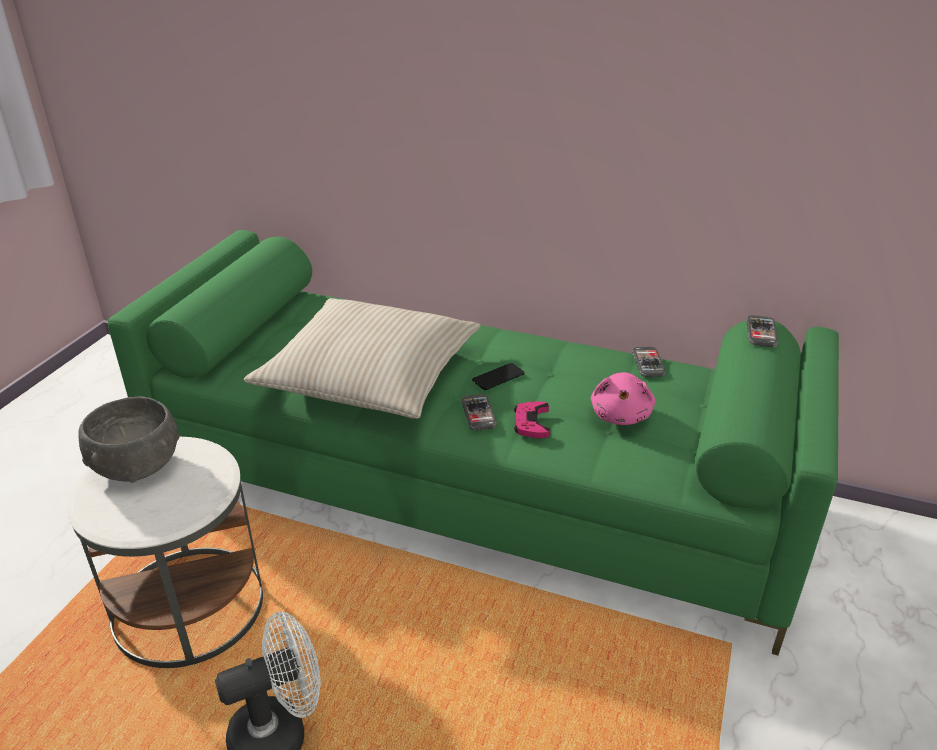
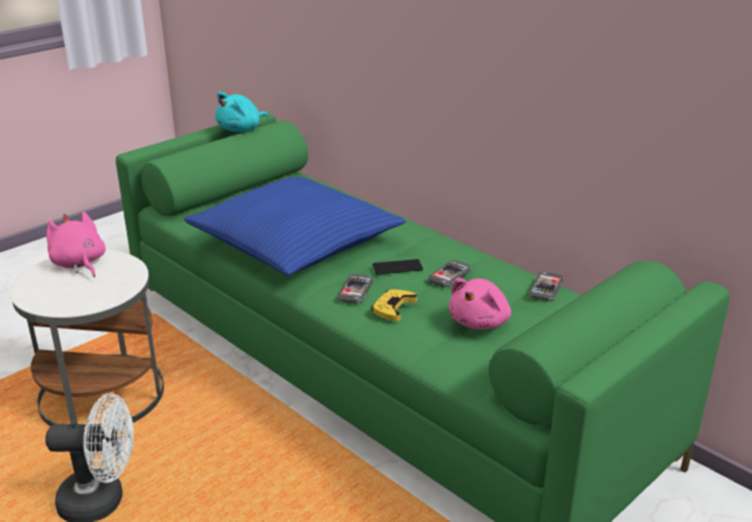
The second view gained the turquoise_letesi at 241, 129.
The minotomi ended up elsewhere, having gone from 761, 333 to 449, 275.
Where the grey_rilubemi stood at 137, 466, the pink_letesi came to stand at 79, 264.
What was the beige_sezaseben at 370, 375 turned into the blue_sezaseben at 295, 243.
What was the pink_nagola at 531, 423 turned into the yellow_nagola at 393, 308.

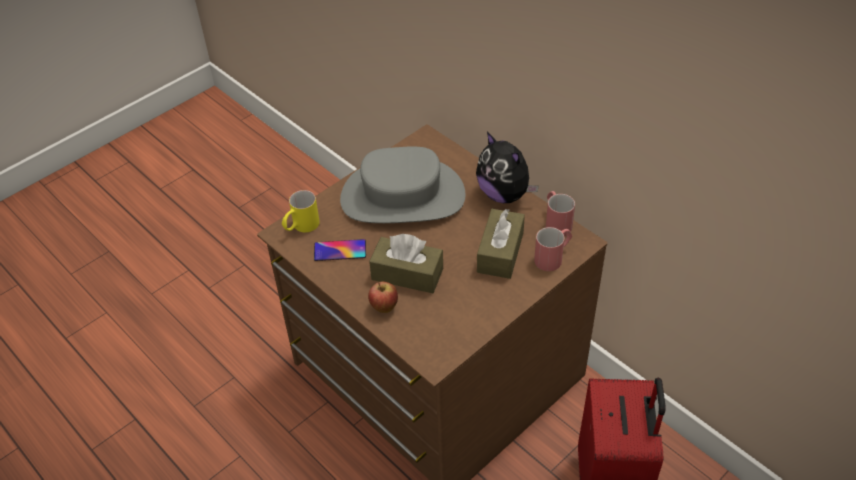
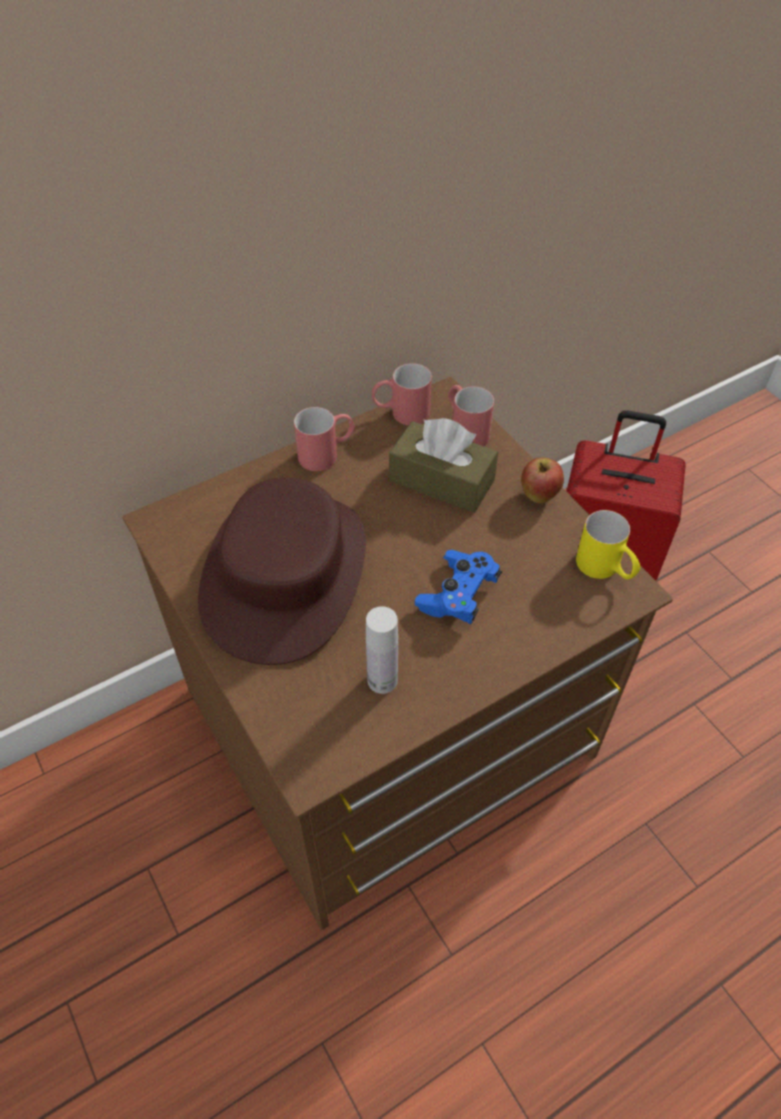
The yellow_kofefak ended up elsewhere, having gone from 301, 227 to 605, 569.
The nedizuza ended up elsewhere, having gone from 384, 307 to 539, 496.
Where the minotomi stood at 340, 250, the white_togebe came to stand at 382, 680.
Where the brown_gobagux stood at 407, 274, the blue_nagola came to stand at 458, 595.
Where the letesi stood at 504, 194, the red_kofefak came to stand at 327, 453.
What was the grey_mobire at 402, 197 turned into the brown_mobire at 286, 575.

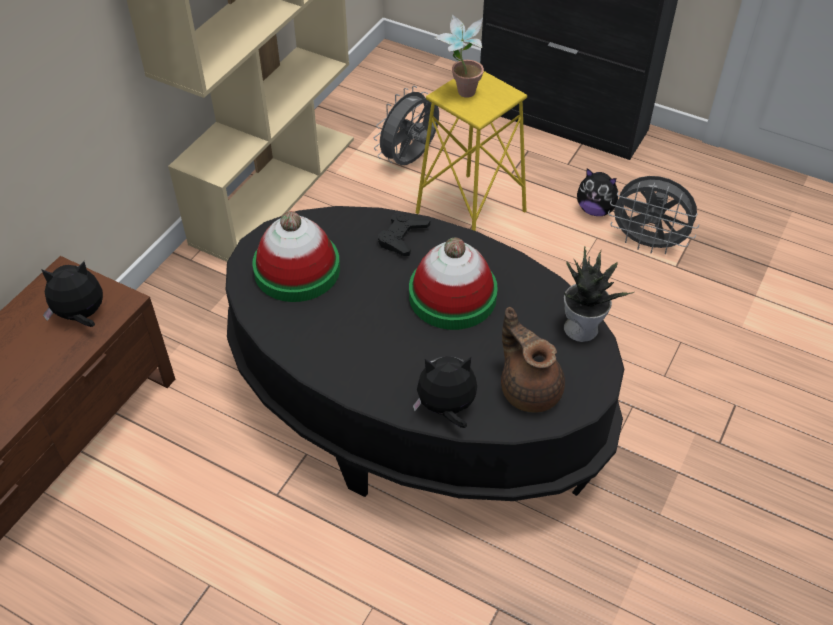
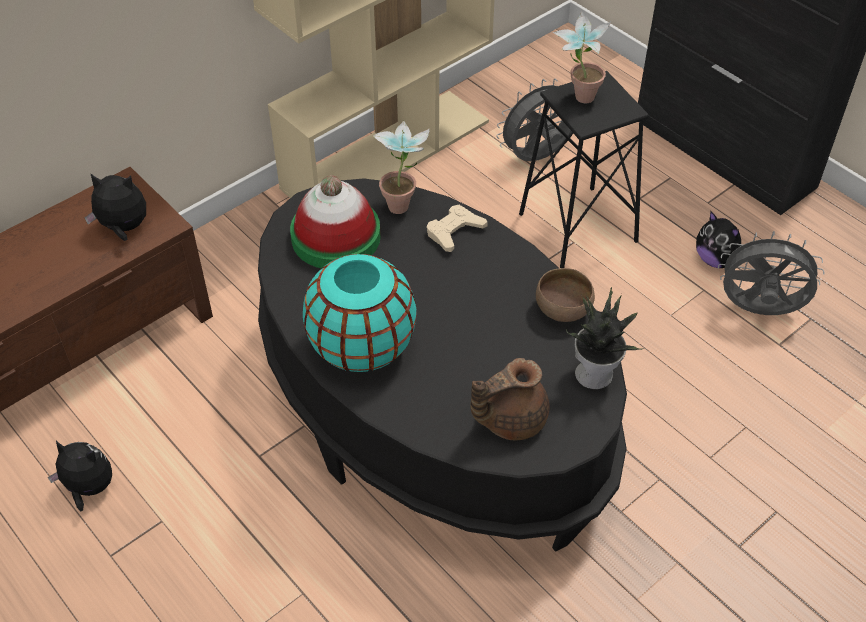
The second view lost the mobire at 452, 296.
The second view gained the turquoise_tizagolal at 361, 346.
The second view gained the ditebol at 403, 202.
The second view gained the brown_rilubemi at 564, 309.
The letesi ended up elsewhere, having gone from 446, 409 to 88, 488.
What was the black_nagola at 402, 237 turned into the beige_nagola at 454, 231.
What was the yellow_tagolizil at 471, 212 turned into the black_tagolizil at 578, 228.
The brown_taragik at 529, 388 ended up facing another way, 105 degrees counterclockwise from before.
The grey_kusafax at 647, 243 ended up facing another way, 150 degrees clockwise from before.

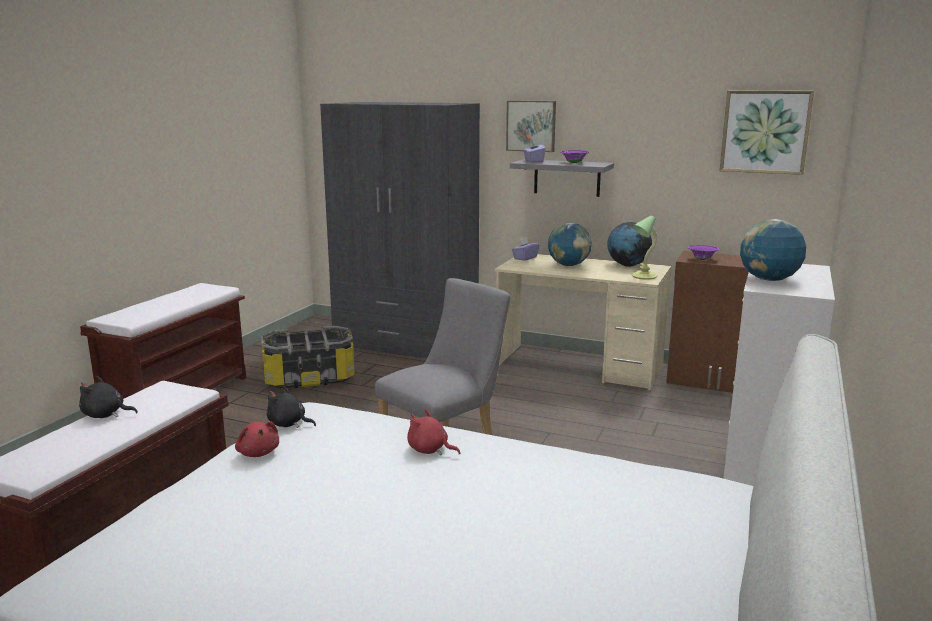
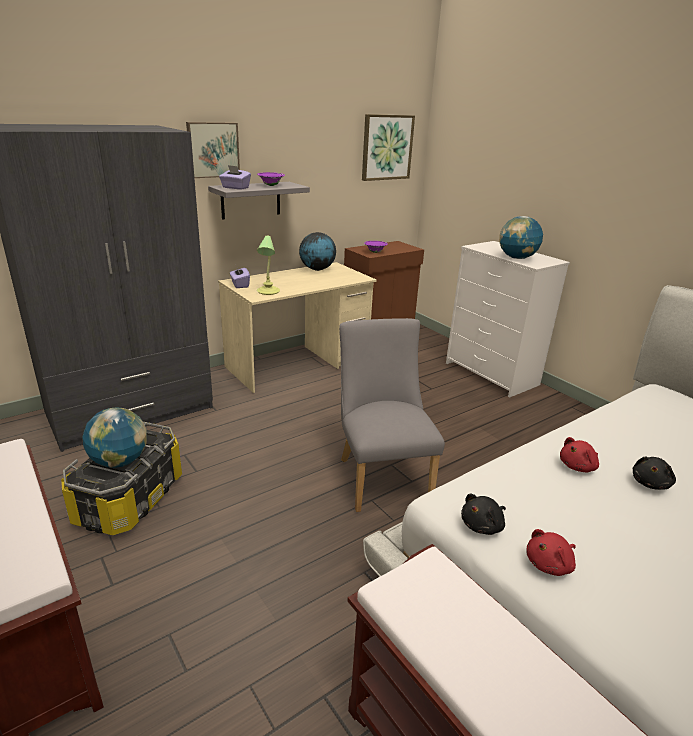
The black_letesi ended up elsewhere, having gone from 106, 415 to 650, 483.
The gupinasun ended up elsewhere, having gone from 568, 265 to 120, 461.
The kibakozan ended up elsewhere, having gone from 643, 276 to 268, 291.
The red_letesi at 258, 452 ended up facing another way, 150 degrees clockwise from before.

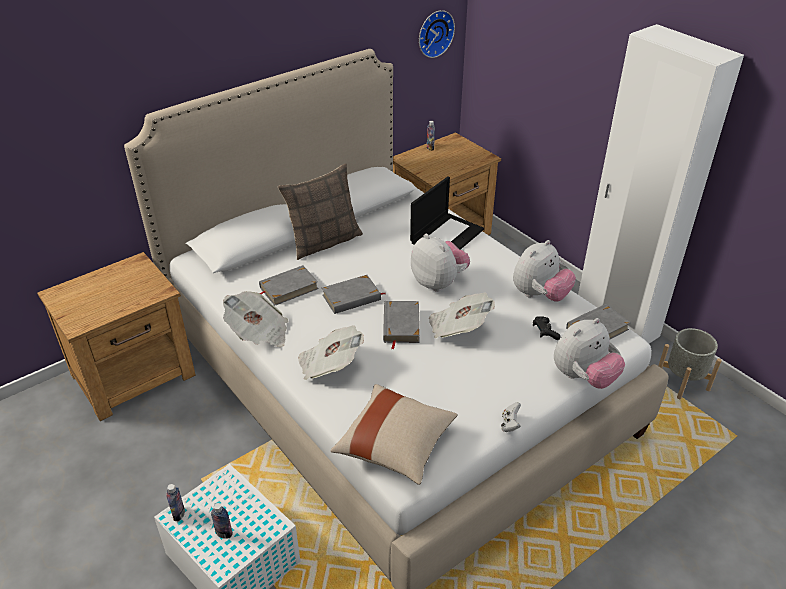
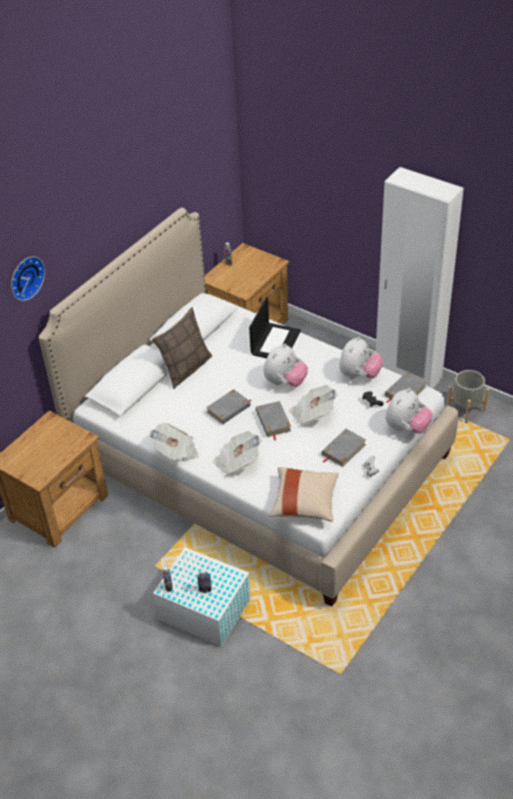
The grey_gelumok ended up elsewhere, having gone from 288, 288 to 343, 449.
The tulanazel ended up elsewhere, having gone from 434, 33 to 25, 277.
The letesi at 438, 282 ended up facing another way, 90 degrees clockwise from before.

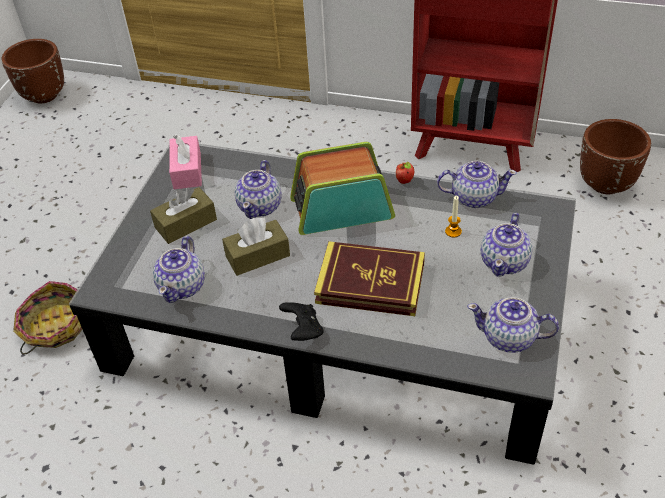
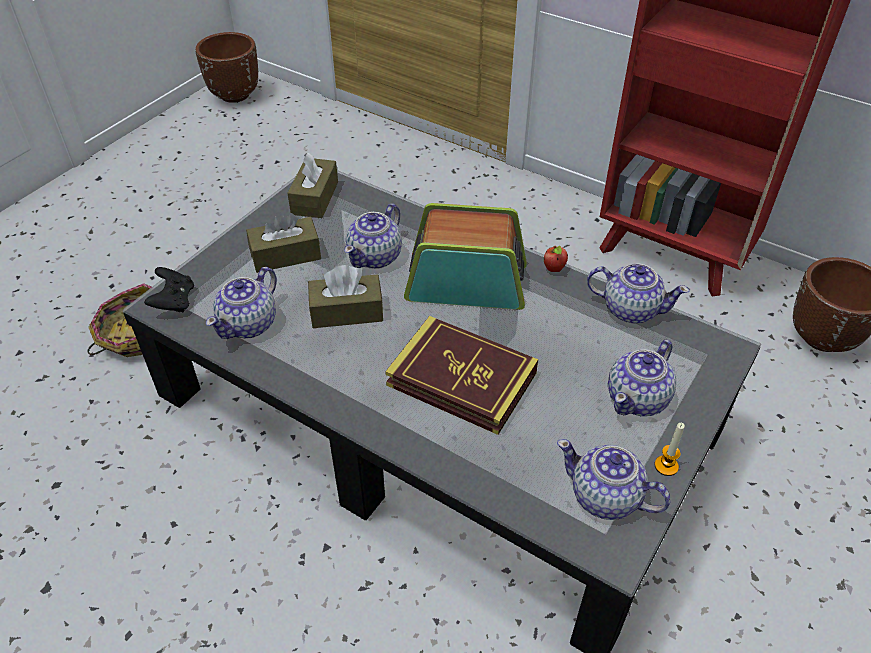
The black_nagola ended up elsewhere, having gone from 303, 330 to 174, 302.
The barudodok ended up elsewhere, having gone from 453, 231 to 666, 466.
What was the pink_gobagux at 187, 171 turned into the brown_gobagux at 315, 198.

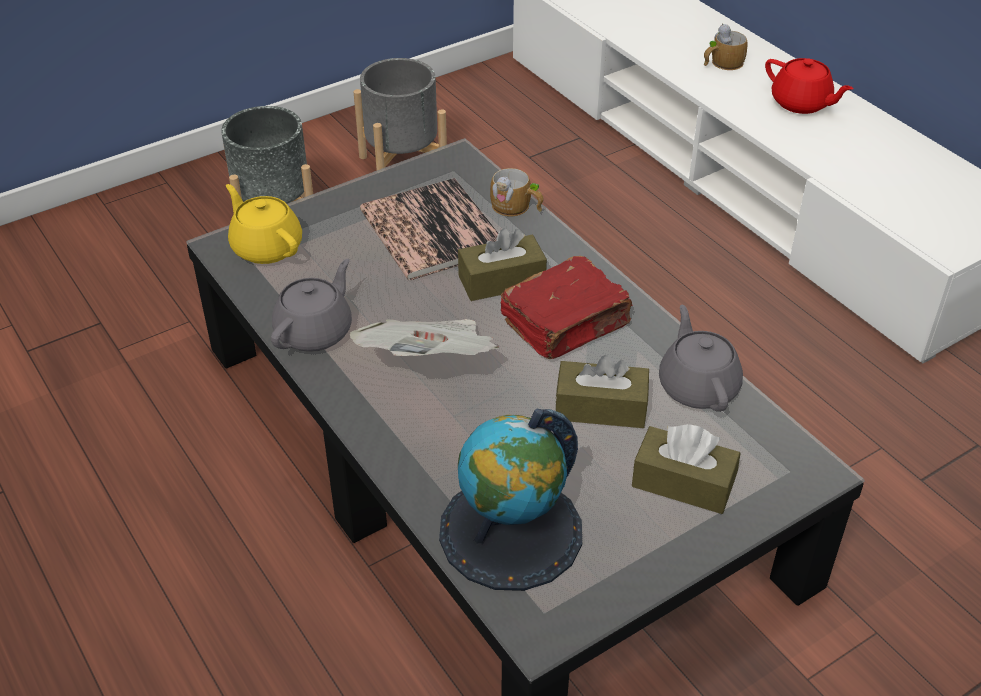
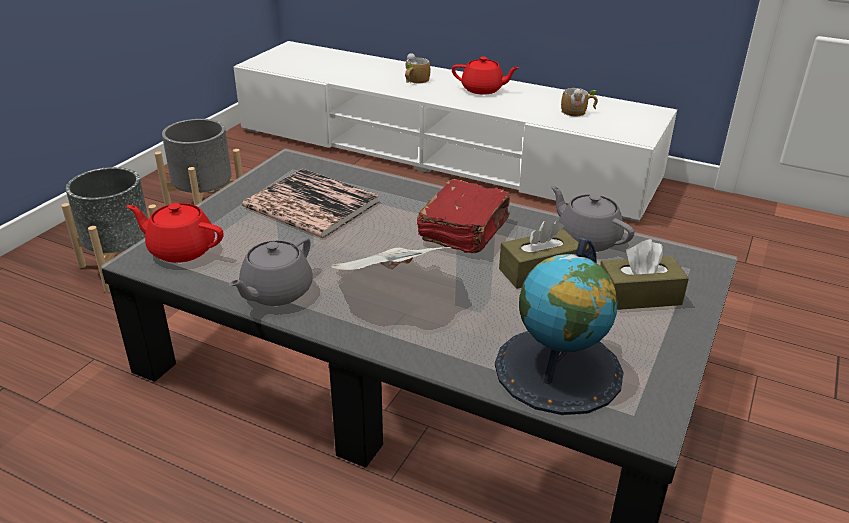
The second view lost the brown_gobagux at 501, 280.
The kofefak ended up elsewhere, having gone from 516, 208 to 578, 112.
What was the yellow_taragik at 266, 247 turned into the red_taragik at 181, 250.
The grey_taragik at 315, 332 ended up facing another way, 150 degrees counterclockwise from before.

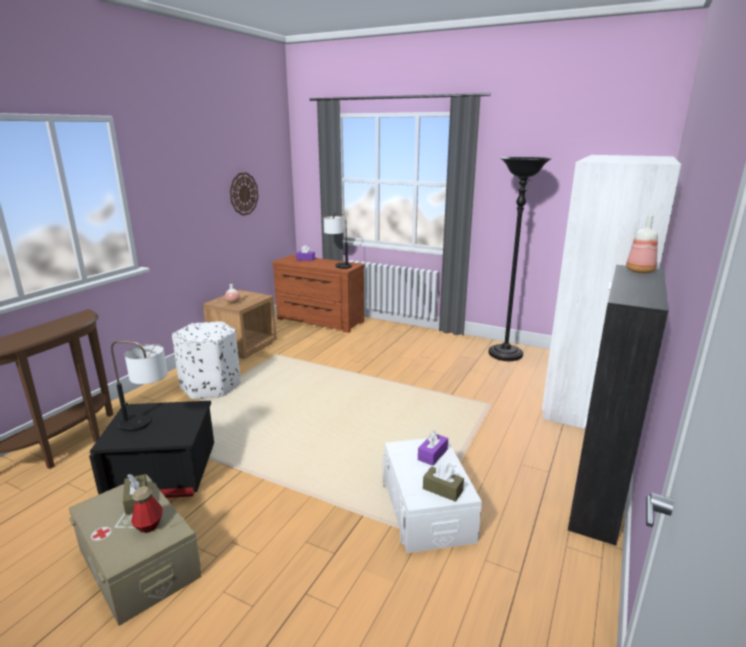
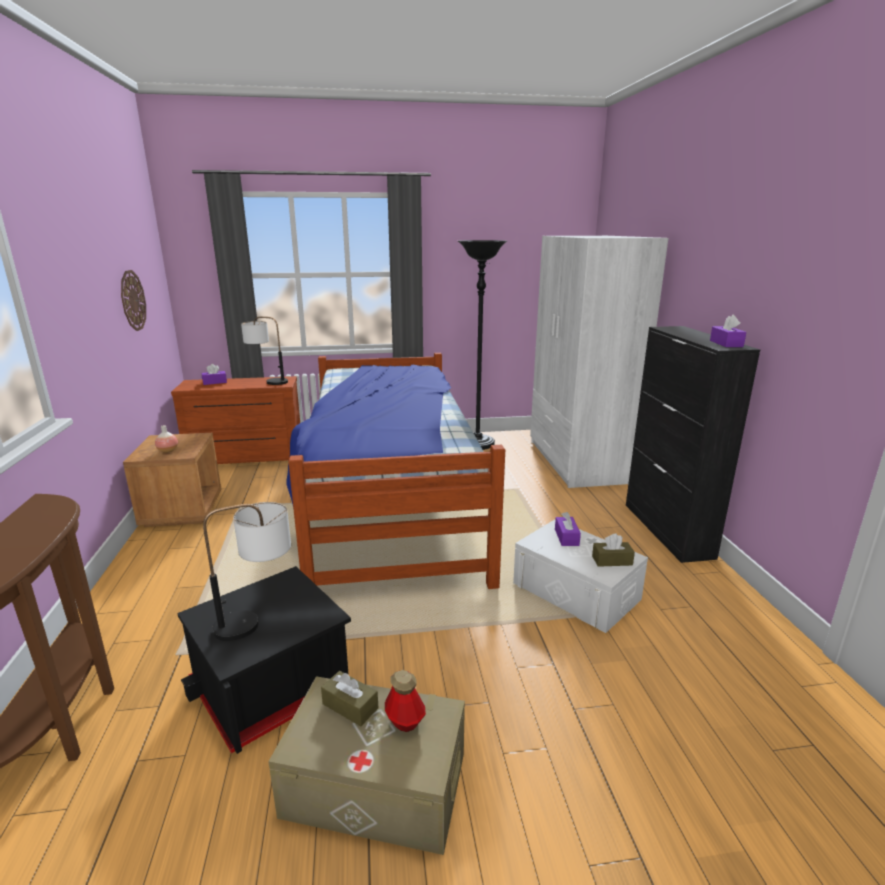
The second view lost the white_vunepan at 211, 386.
The second view lost the togebe at 640, 271.
The second view gained the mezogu at 389, 501.
The second view gained the purple_gobagux at 726, 343.

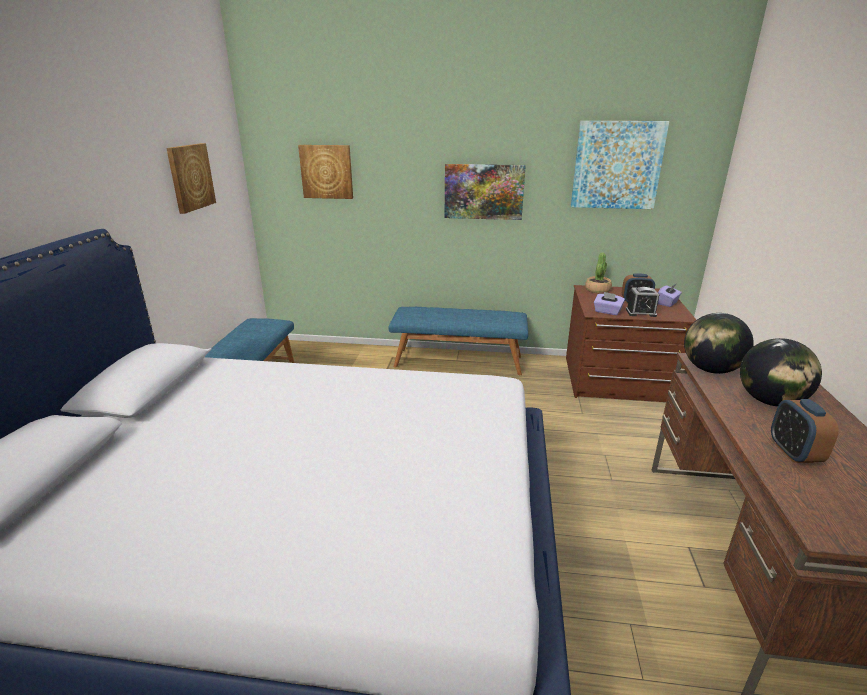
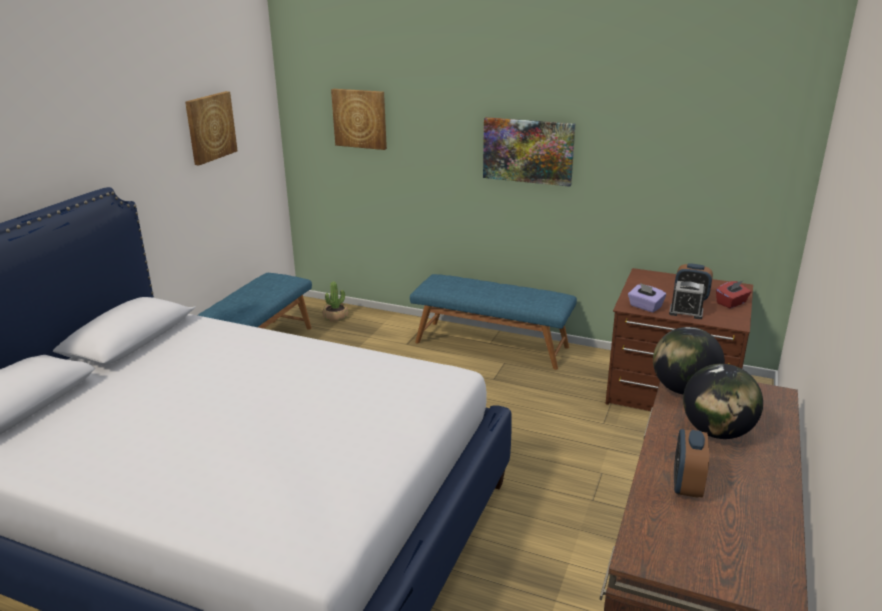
The second view lost the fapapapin at 617, 165.
The ditebol ended up elsewhere, having gone from 597, 290 to 335, 317.
What was the purple_gobagux at 667, 303 turned into the red_gobagux at 731, 303.

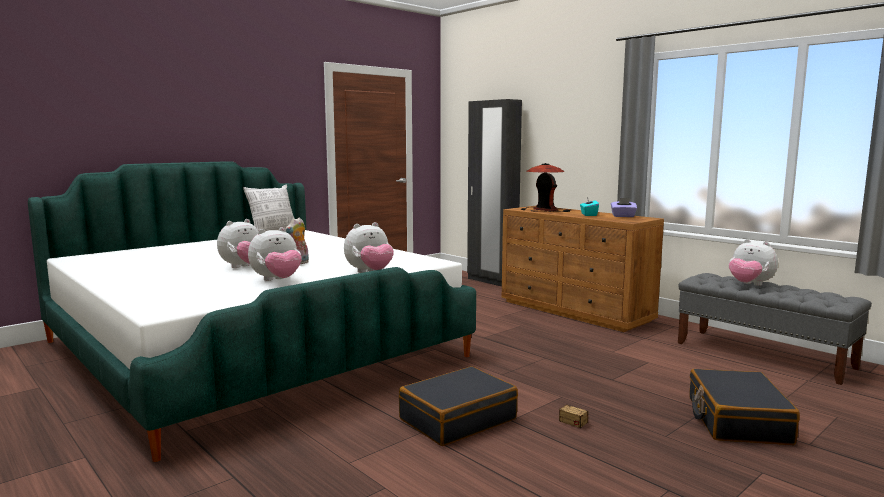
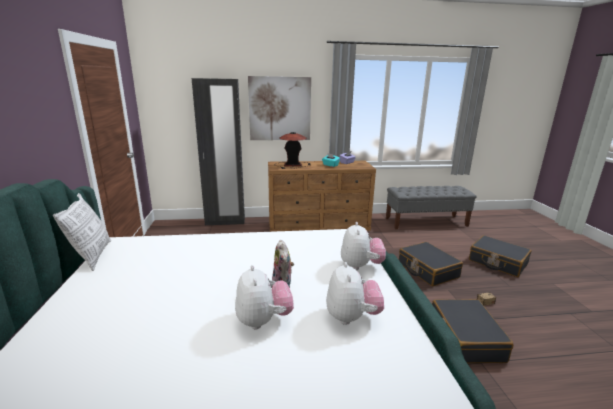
The second view lost the letesi at 749, 285.
The second view gained the fapapapin at 280, 109.
The second view gained the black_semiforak at 427, 270.

